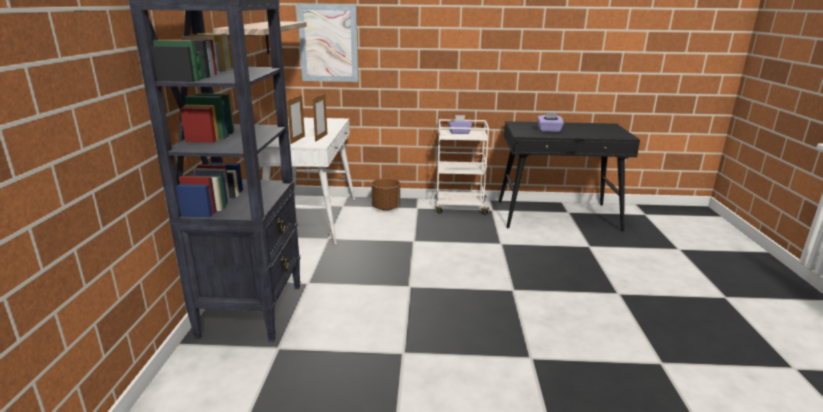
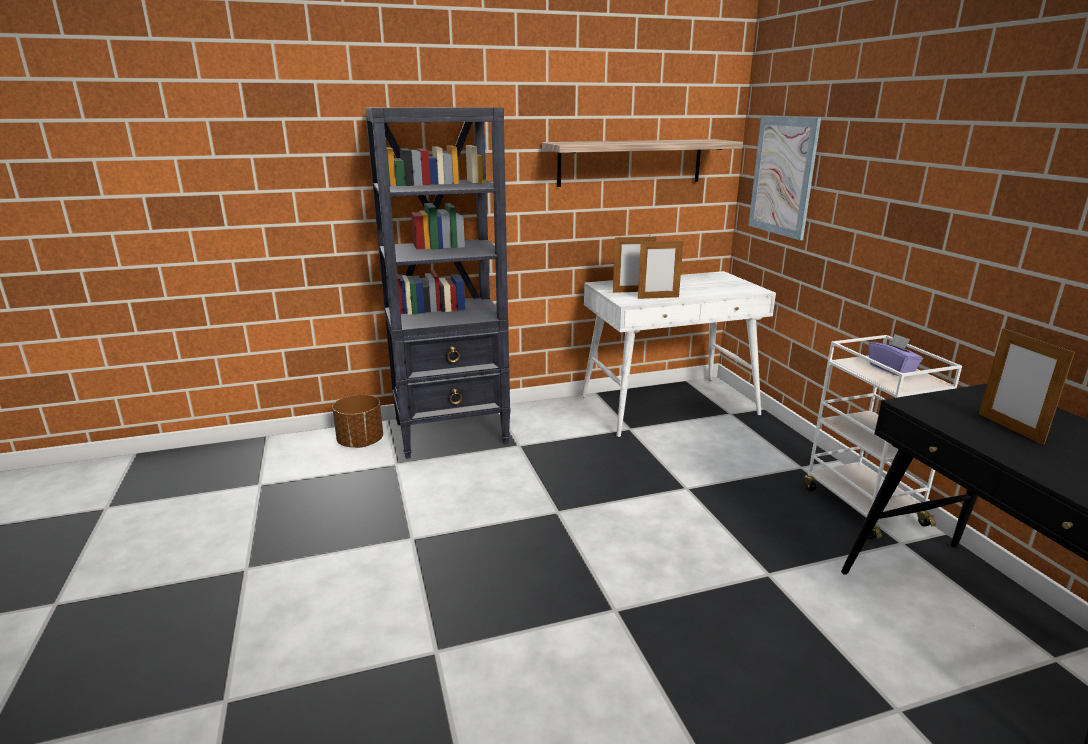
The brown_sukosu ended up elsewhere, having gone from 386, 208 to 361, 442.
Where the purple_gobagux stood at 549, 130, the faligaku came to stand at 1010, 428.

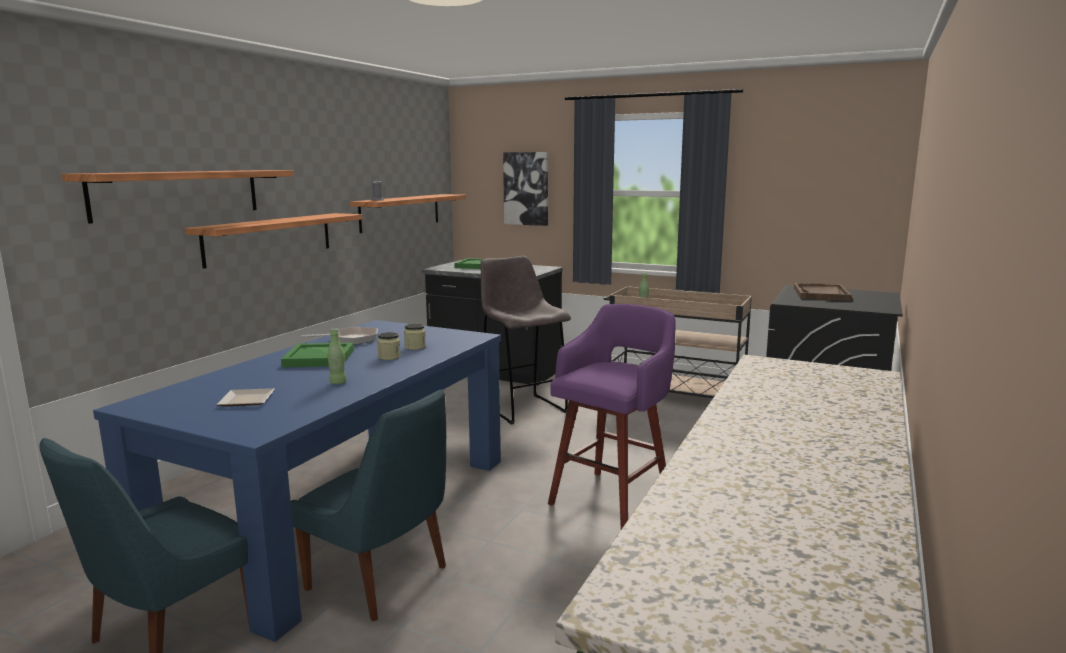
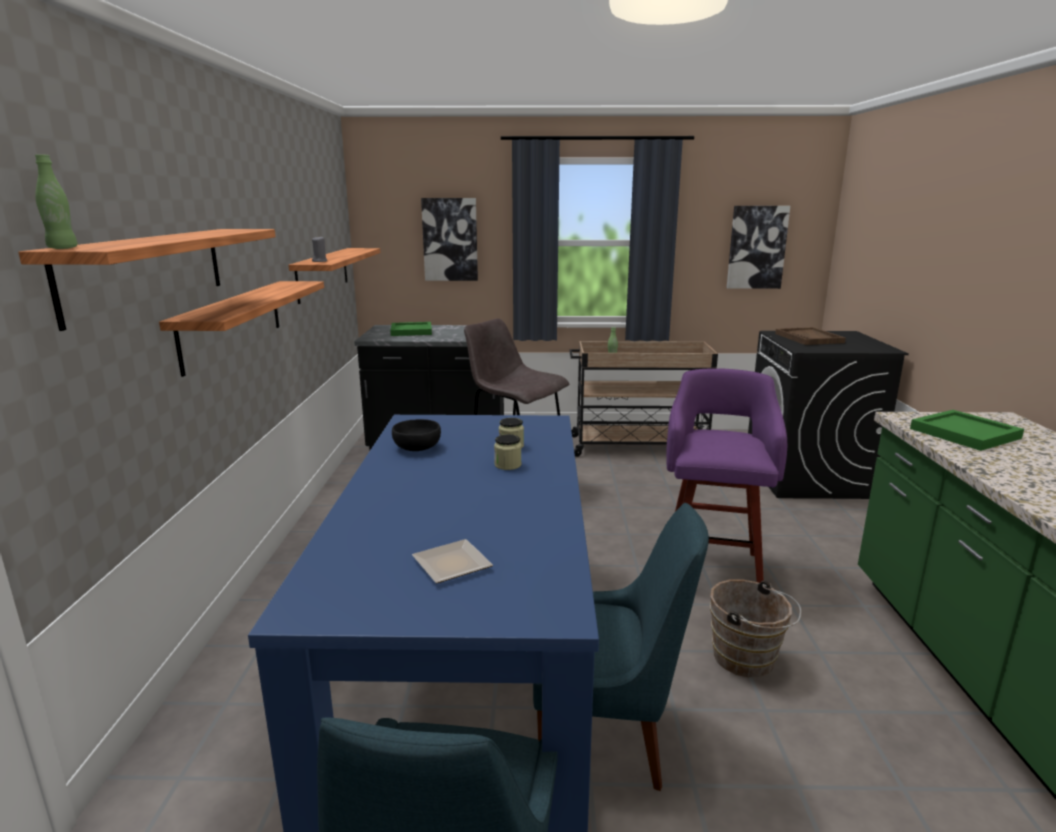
The second view gained the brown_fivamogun at 748, 660.
The second view gained the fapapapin at 756, 247.
The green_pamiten ended up elsewhere, having gone from 320, 358 to 964, 433.
The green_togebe ended up elsewhere, having gone from 338, 382 to 62, 248.
Where the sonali stood at 350, 339, the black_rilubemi came to stand at 416, 447.

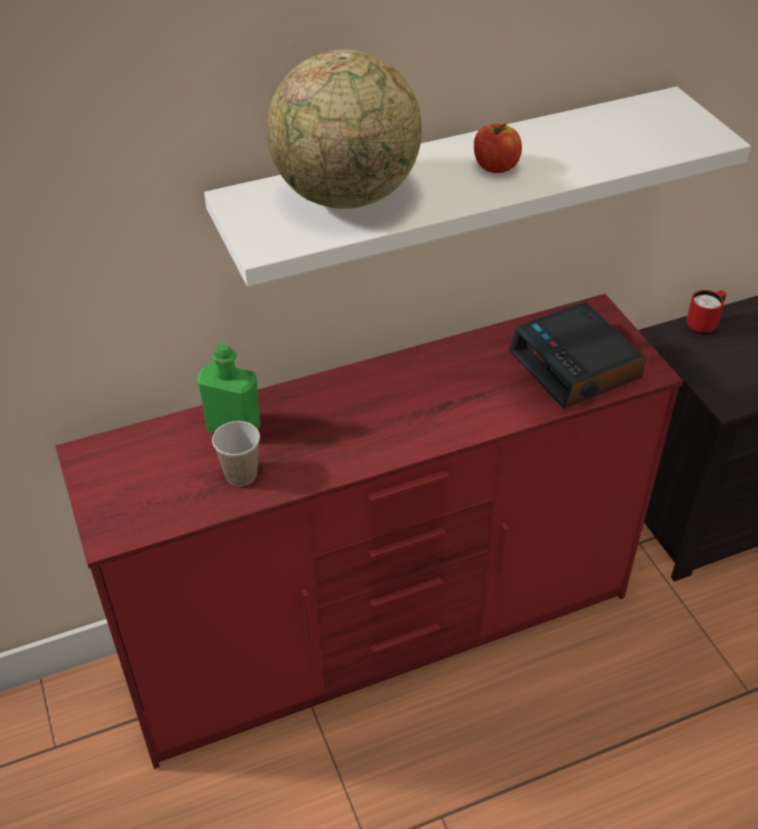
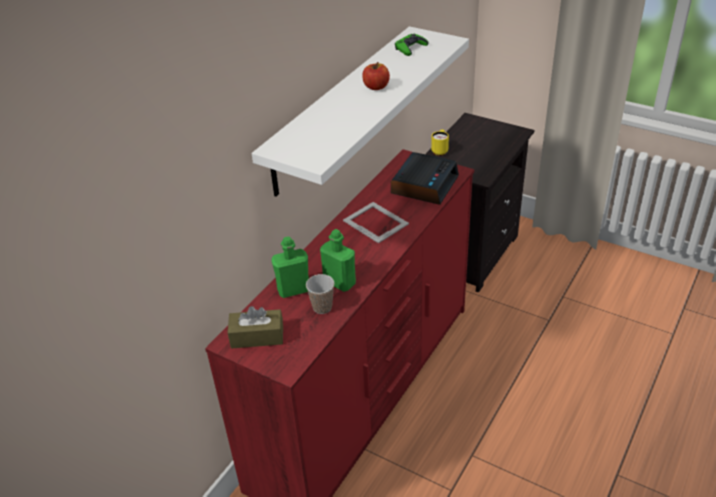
The second view lost the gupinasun at 347, 196.
The second view gained the brown_gobagux at 257, 336.
The second view gained the green_togebe at 339, 282.
The second view gained the faligaku at 375, 221.
The second view gained the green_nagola at 410, 48.
What was the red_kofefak at 704, 324 turned into the yellow_kofefak at 440, 150.
The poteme at 576, 366 ended up facing another way, 90 degrees counterclockwise from before.

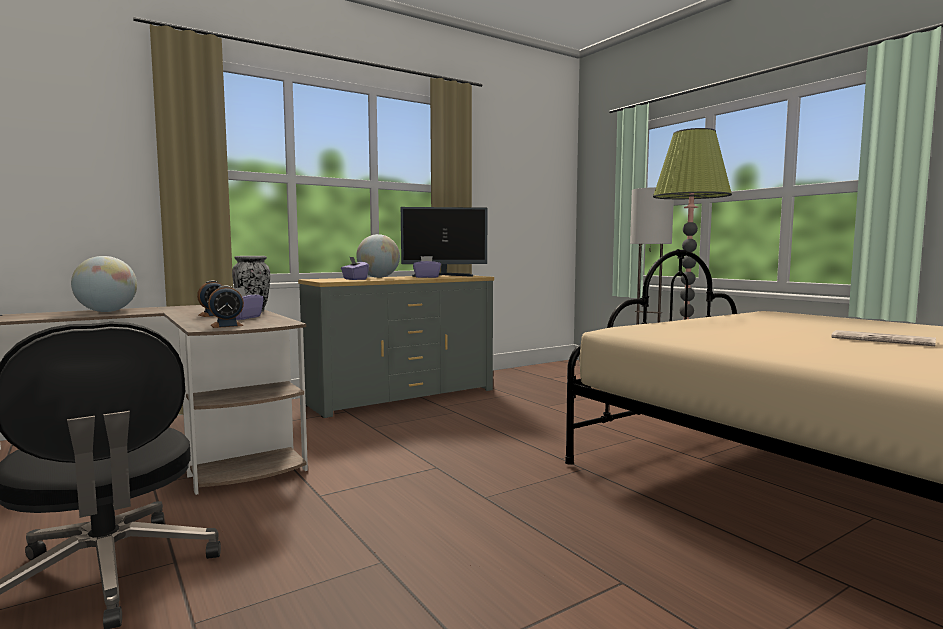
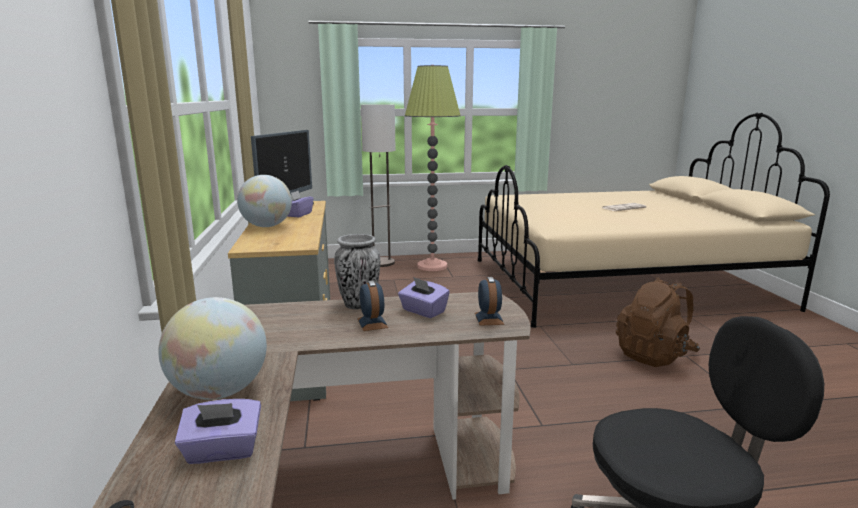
The second view gained the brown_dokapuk at 654, 355.
The purple_gobagux ended up elsewhere, having gone from 354, 279 to 222, 451.

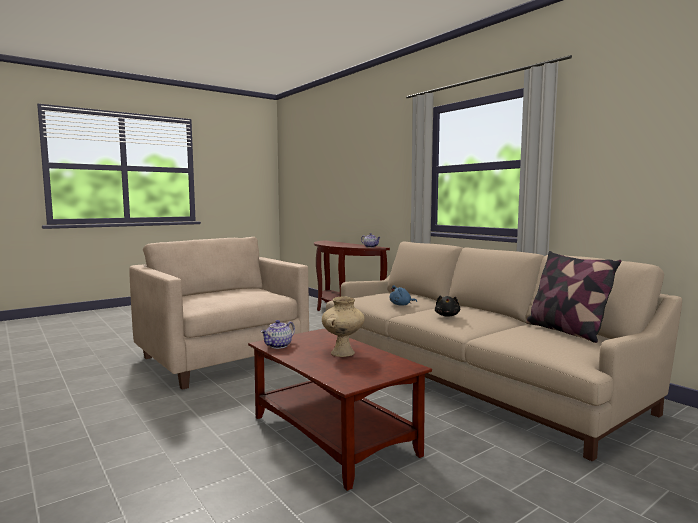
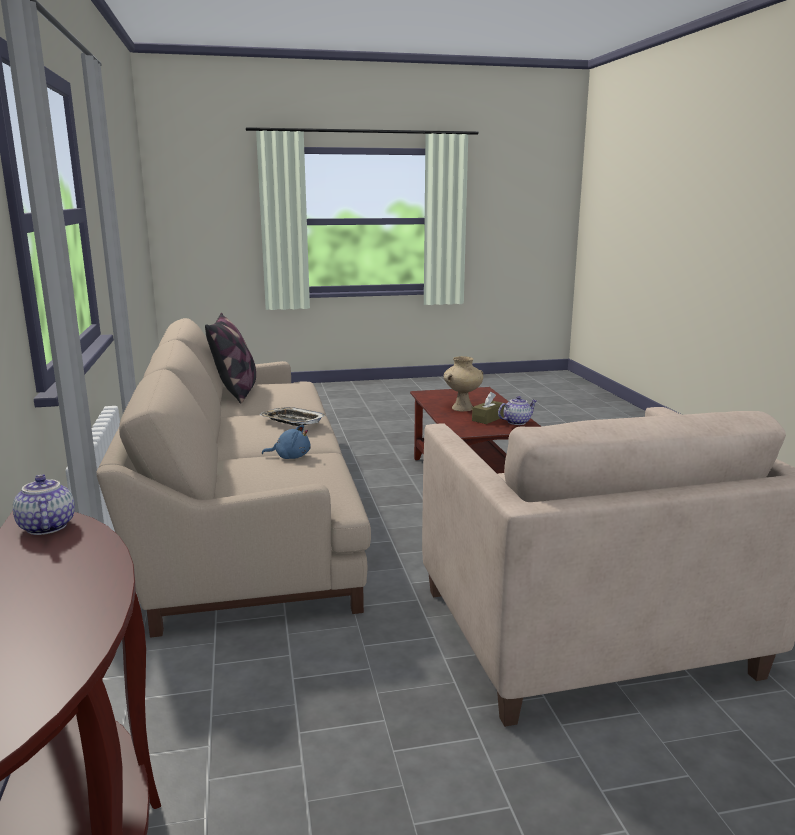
The second view gained the brown_gobagux at 488, 418.
Where the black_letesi stood at 447, 315, the pamiten came to stand at 292, 421.

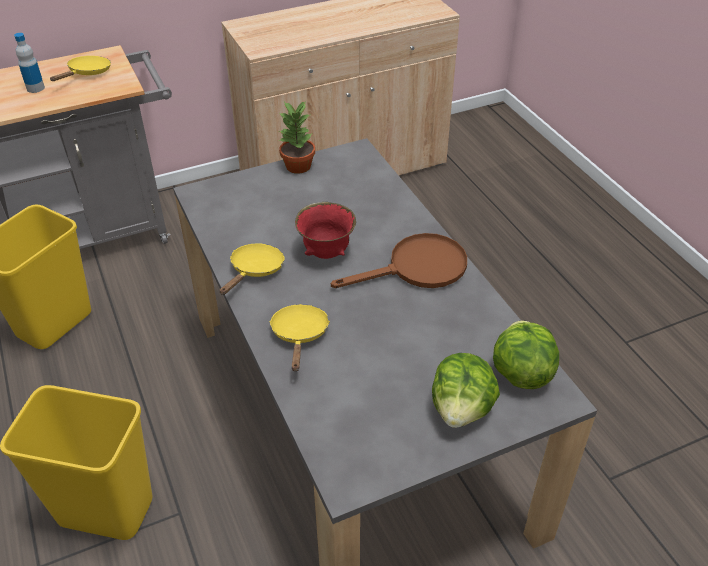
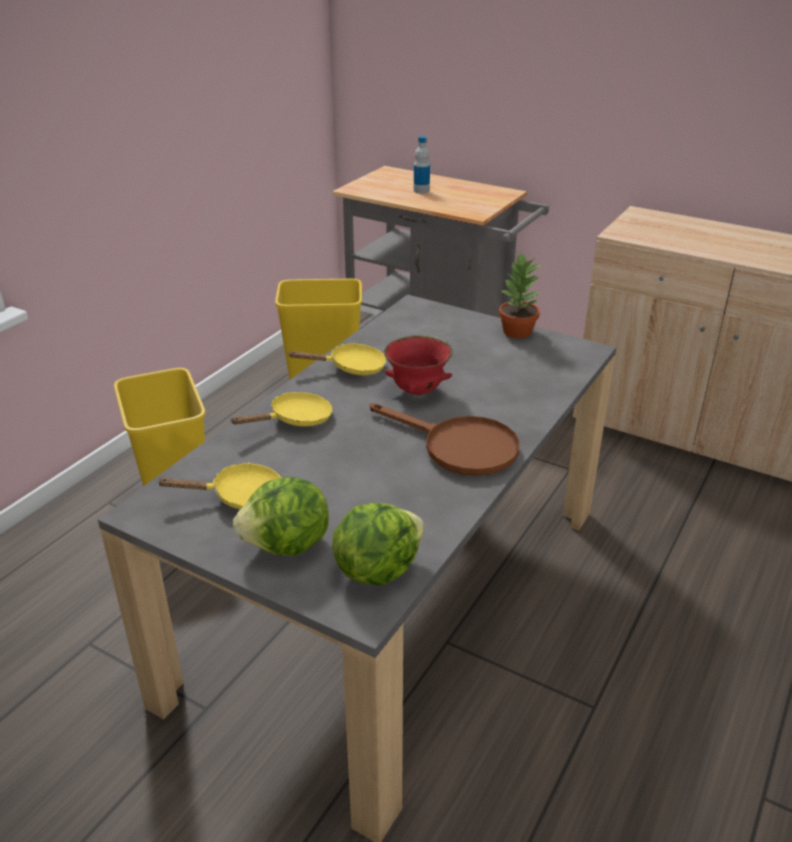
The yellow_sonali ended up elsewhere, having gone from 87, 73 to 240, 496.

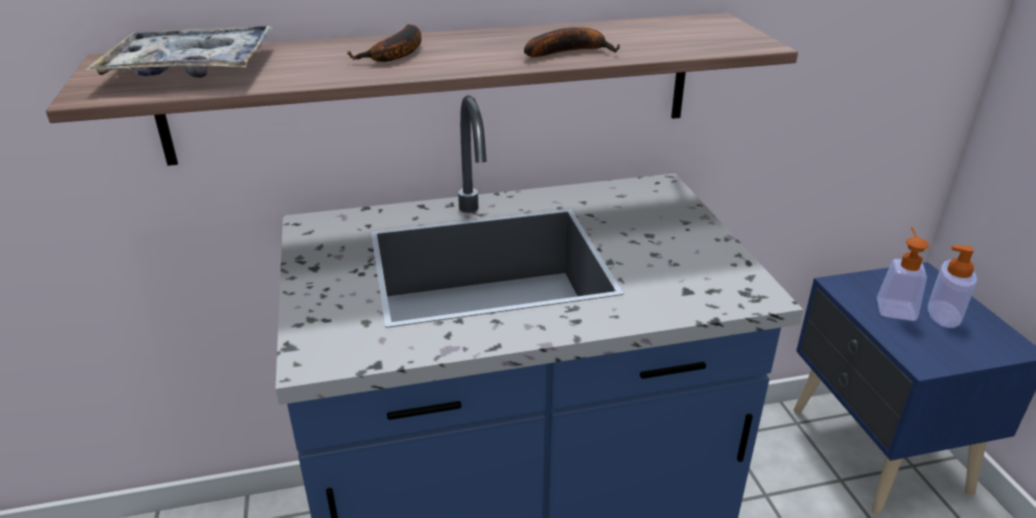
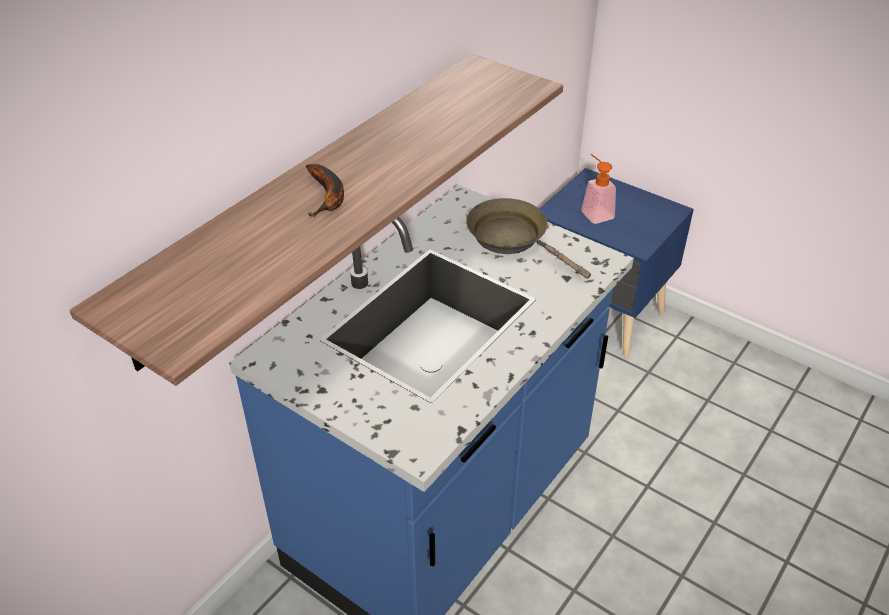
The second view lost the pamiten at 192, 68.
The second view lost the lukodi at 569, 52.
The second view lost the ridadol at 944, 314.
The second view gained the brown_sonali at 512, 239.

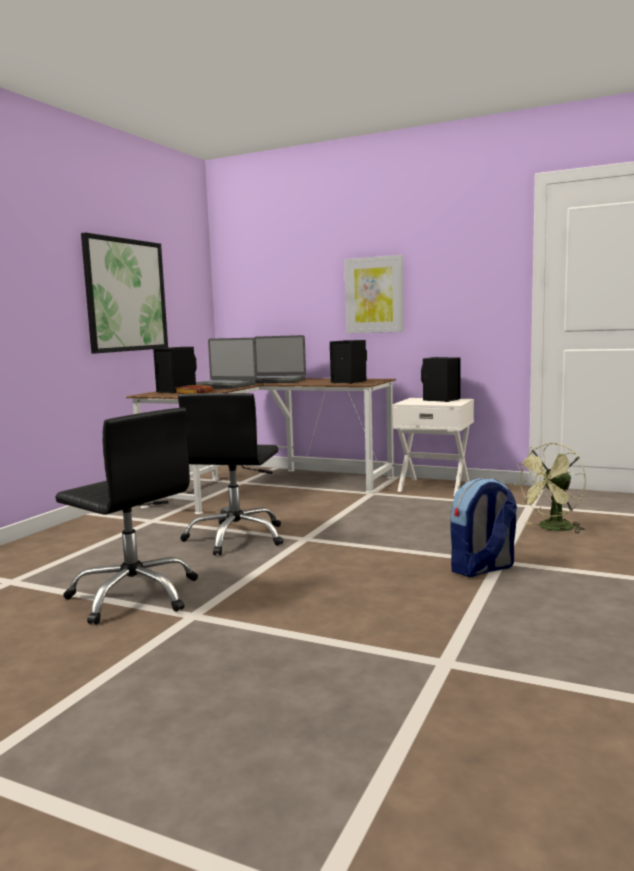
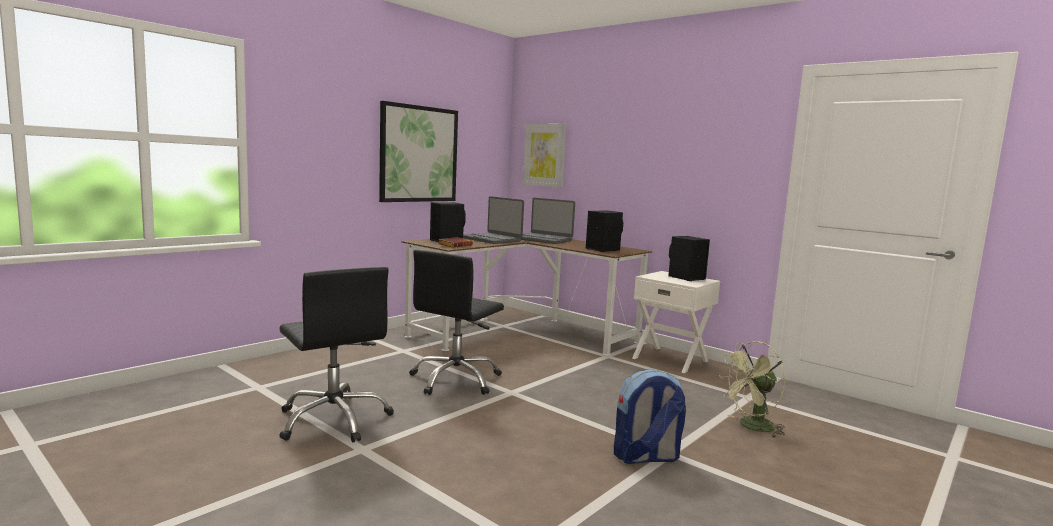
The fapapapin ended up elsewhere, having gone from 374, 295 to 544, 155.

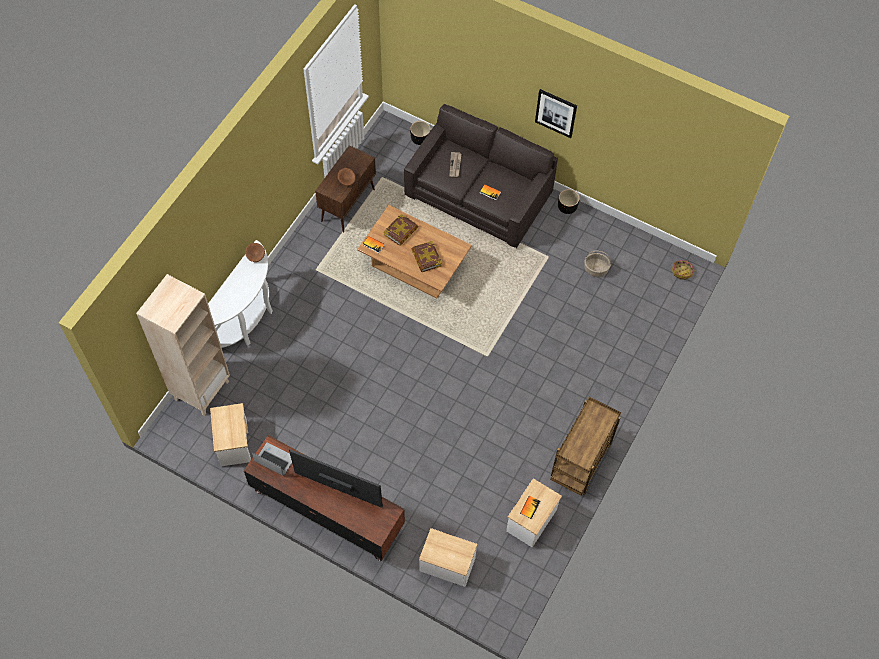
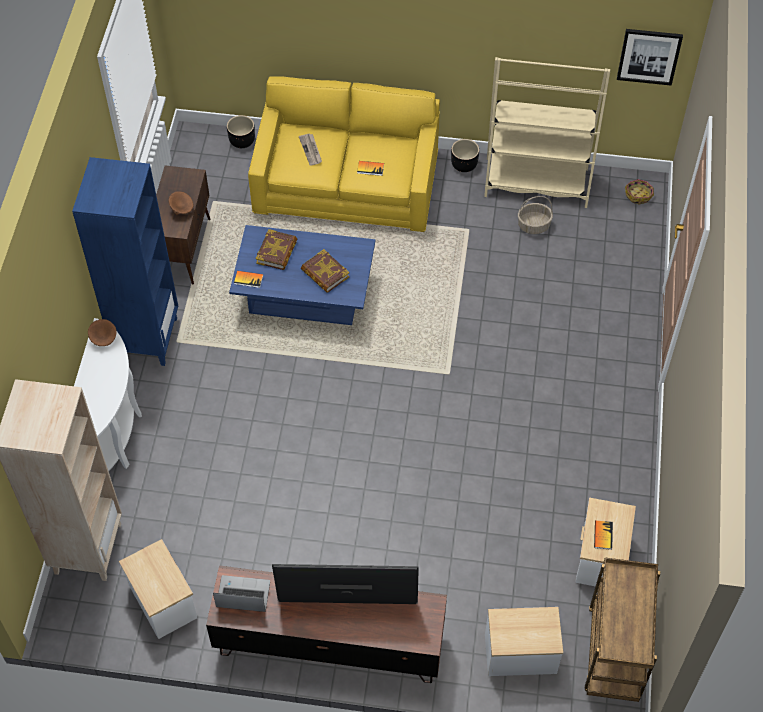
The second view gained the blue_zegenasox at 147, 338.
The second view gained the beige_zegenasox at 536, 183.
The fapapapin ended up elsewhere, having gone from 556, 113 to 649, 56.
The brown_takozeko ended up elsewhere, having gone from 580, 463 to 614, 655.
What was the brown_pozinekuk at 414, 267 turned into the blue_pozinekuk at 305, 296.
What was the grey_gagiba at 479, 194 turned into the yellow_gagiba at 347, 183.

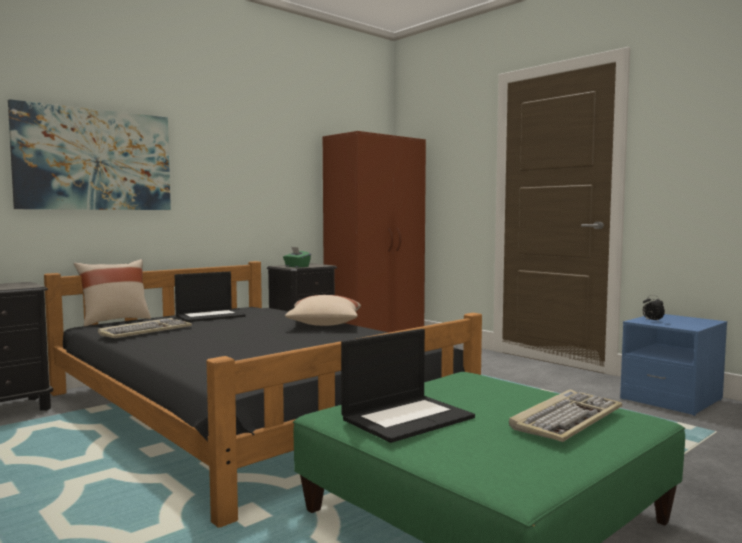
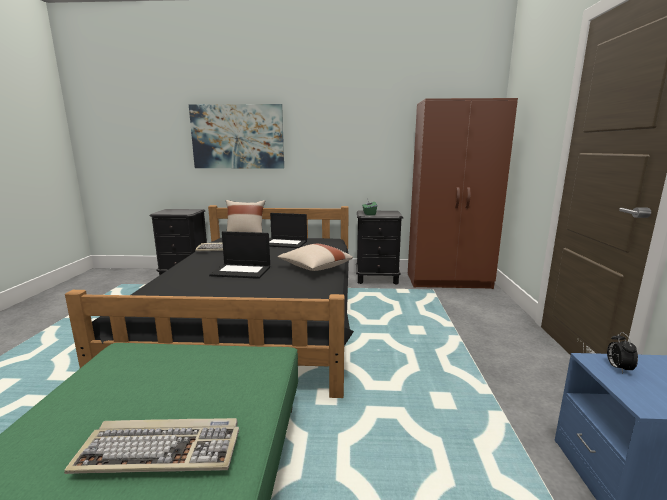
The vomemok ended up elsewhere, having gone from 408, 418 to 242, 271.

